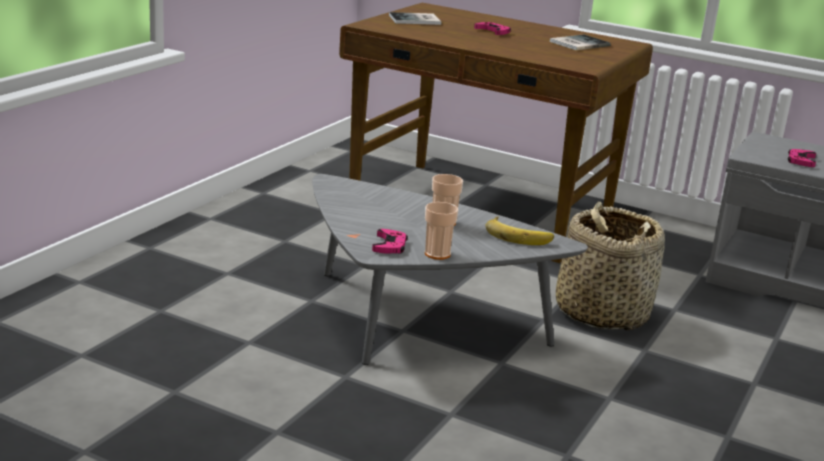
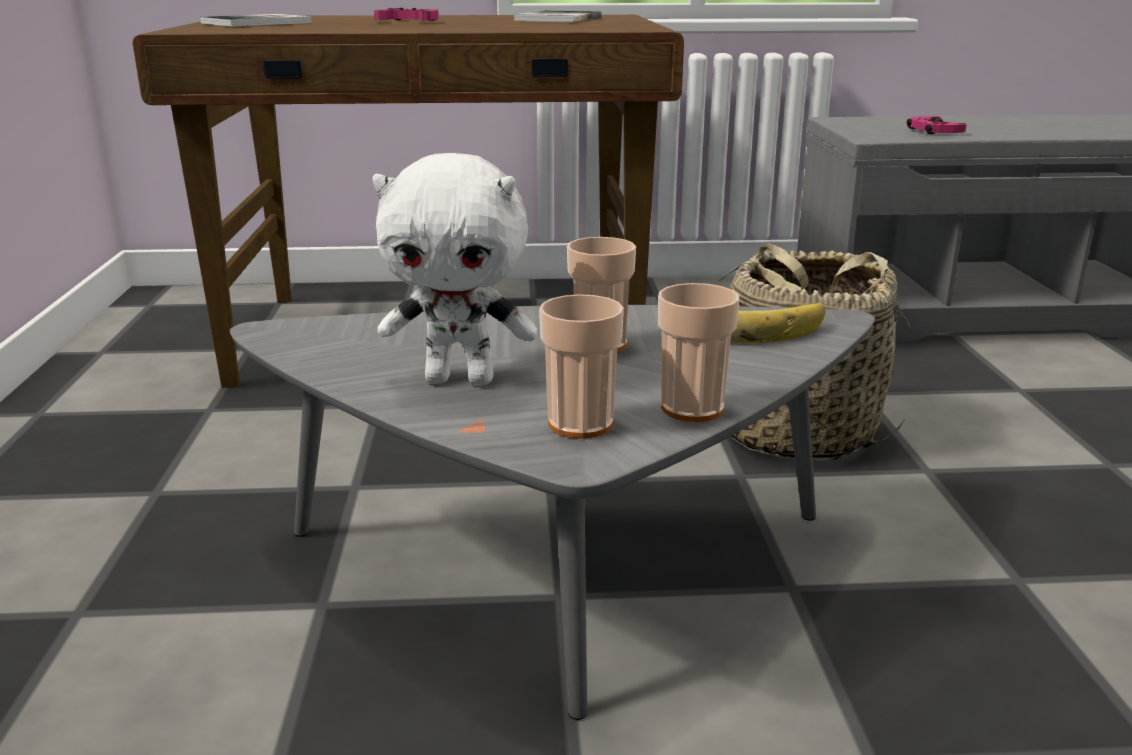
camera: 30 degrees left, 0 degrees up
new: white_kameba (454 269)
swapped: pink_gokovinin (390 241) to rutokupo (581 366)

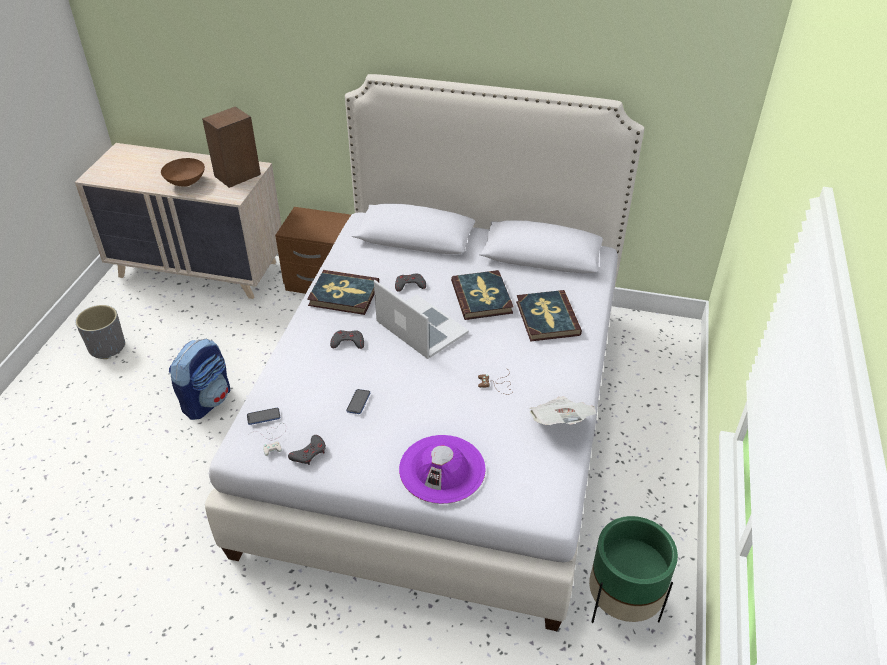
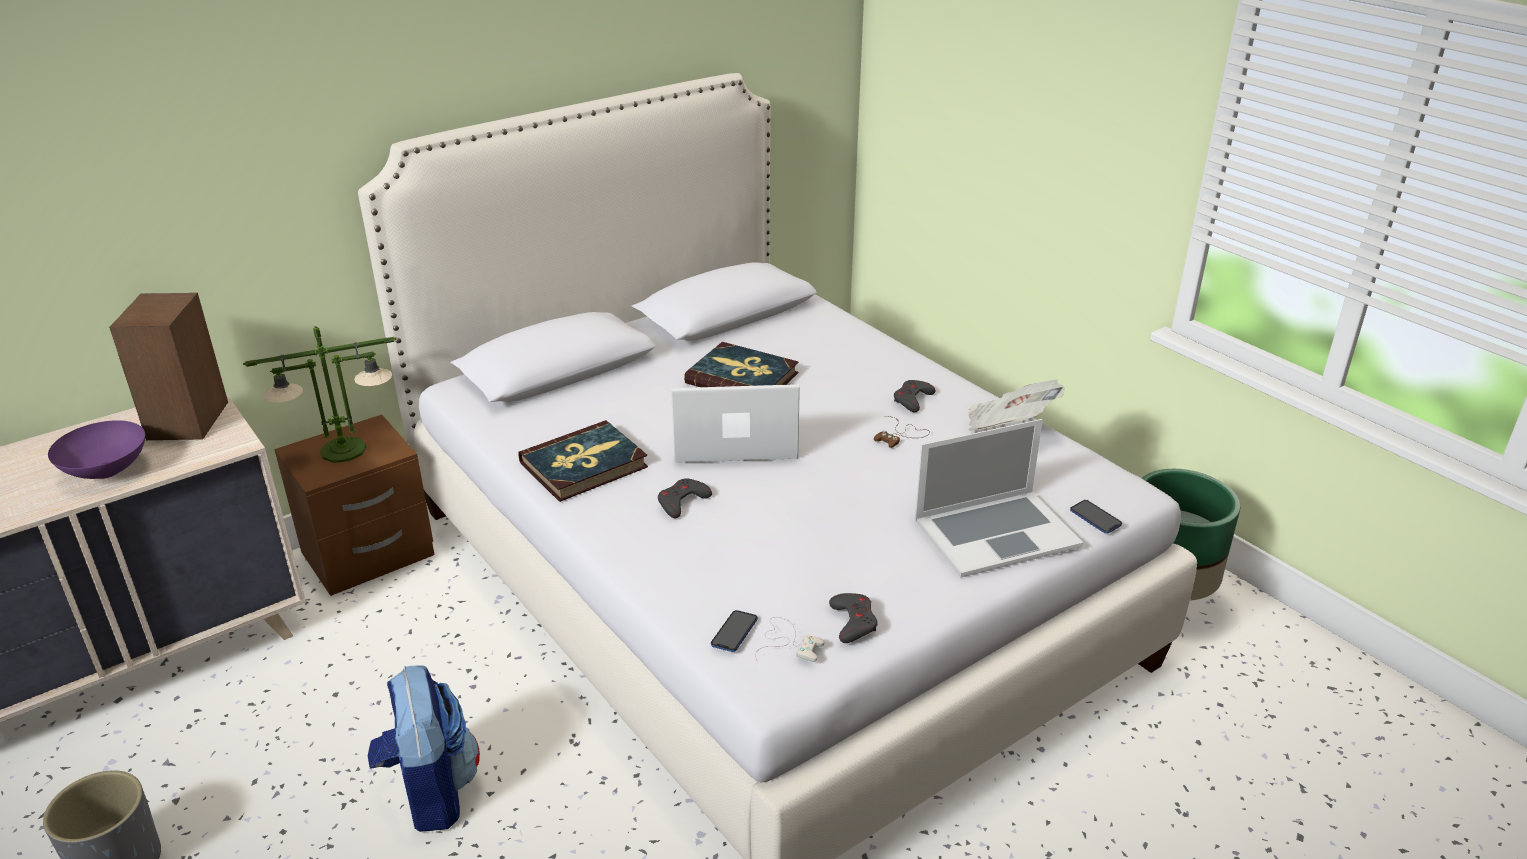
camera: 50 degrees left, 10 degrees down
gone: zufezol (549 316)
new: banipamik (320 394)
shifted: grey_gokovinin (410 282) to (915 396); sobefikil (358 401) to (1096 517)
swapped: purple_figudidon (442 469) to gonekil (999 498)
repainted: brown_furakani (183 172) to purple_furakani (96 449)

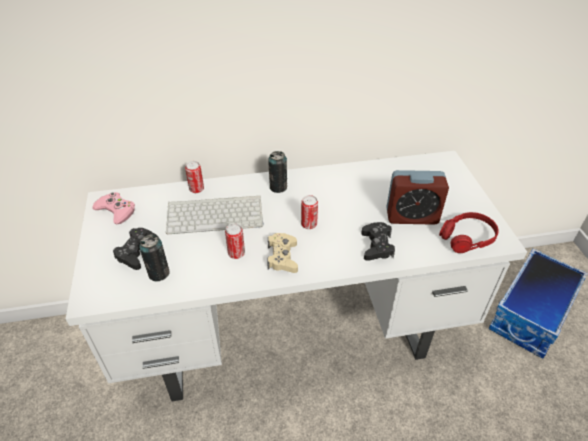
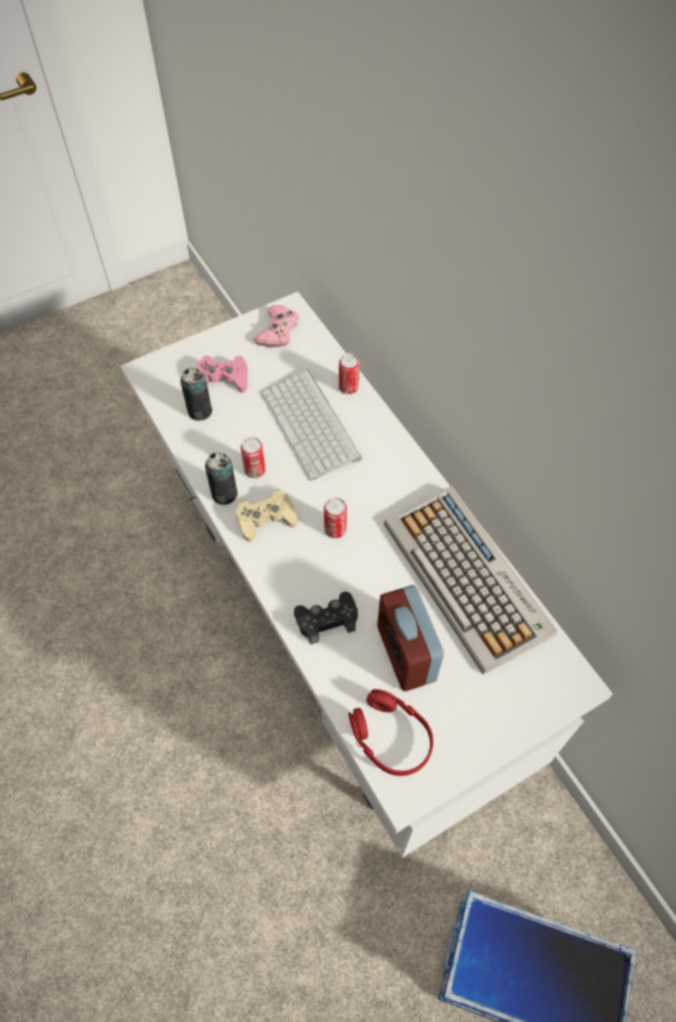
camera: 70 degrees right, 15 degrees up
new: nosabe (471 580)
shifted: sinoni (277 172) to (221 478)
repainted: black_gokovinin (136 249) to pink_gokovinin (222 374)

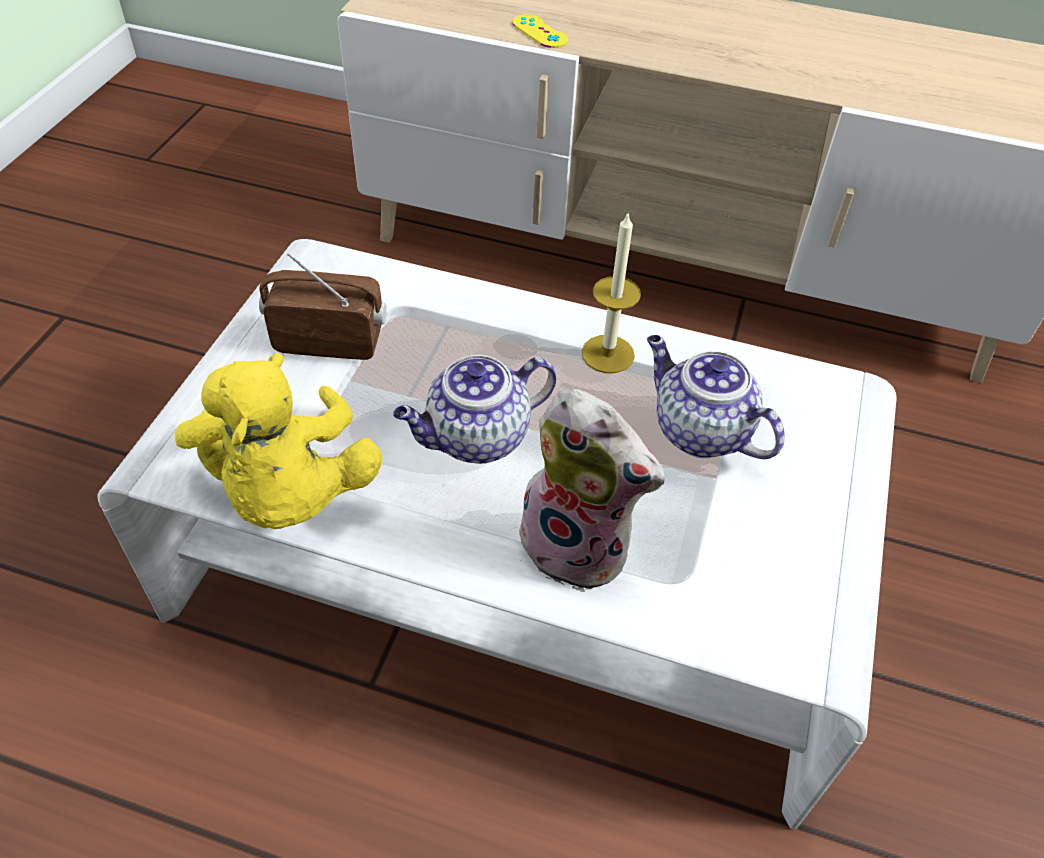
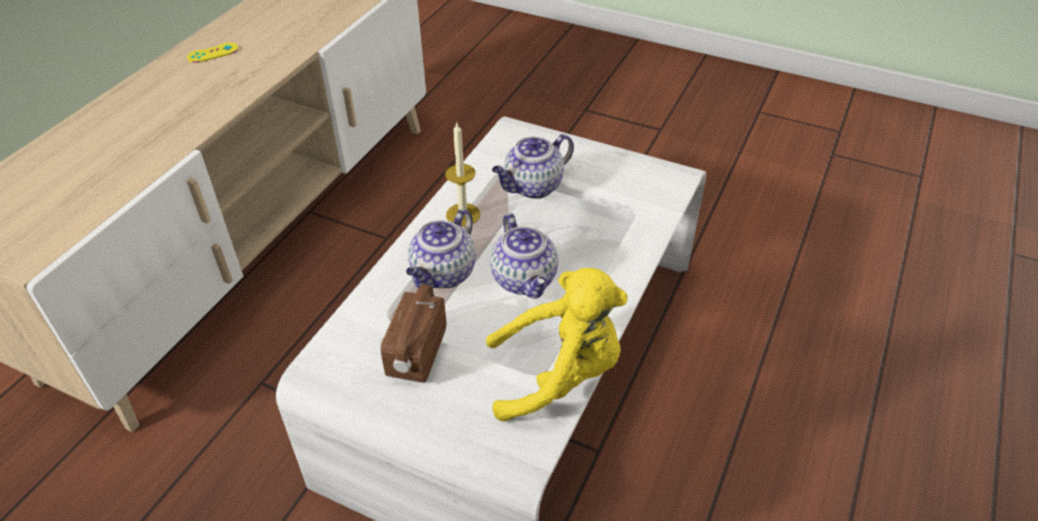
camera: 80 degrees left, 5 degrees down
gone: kameba (585 490)
new: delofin (441 249)
shifted: yellow_gokovinin (540 31) to (212 53)

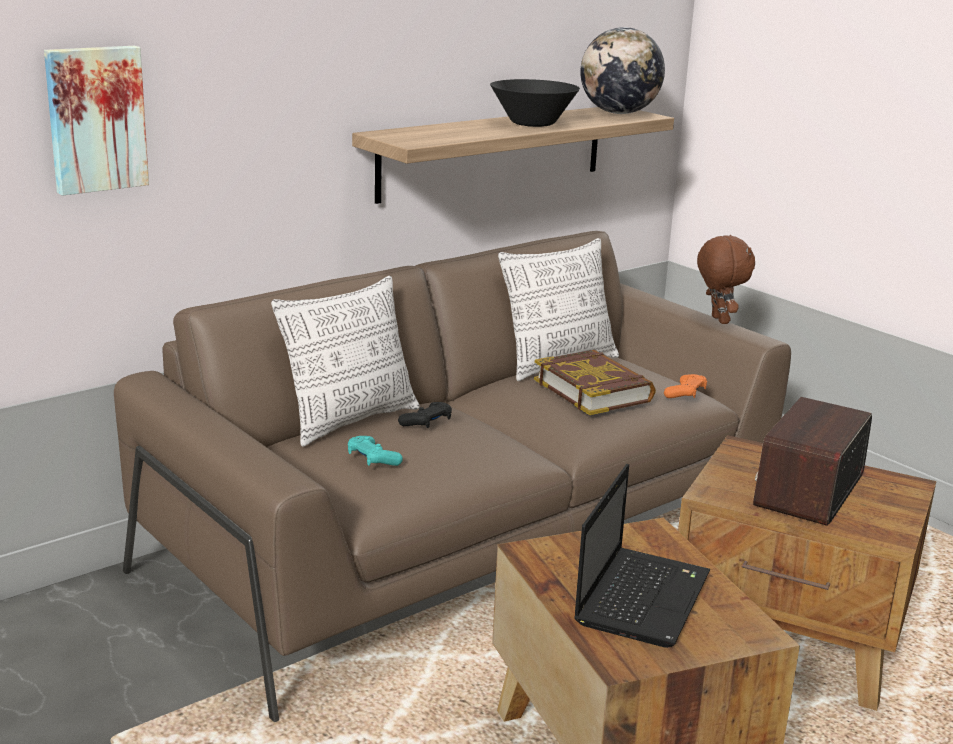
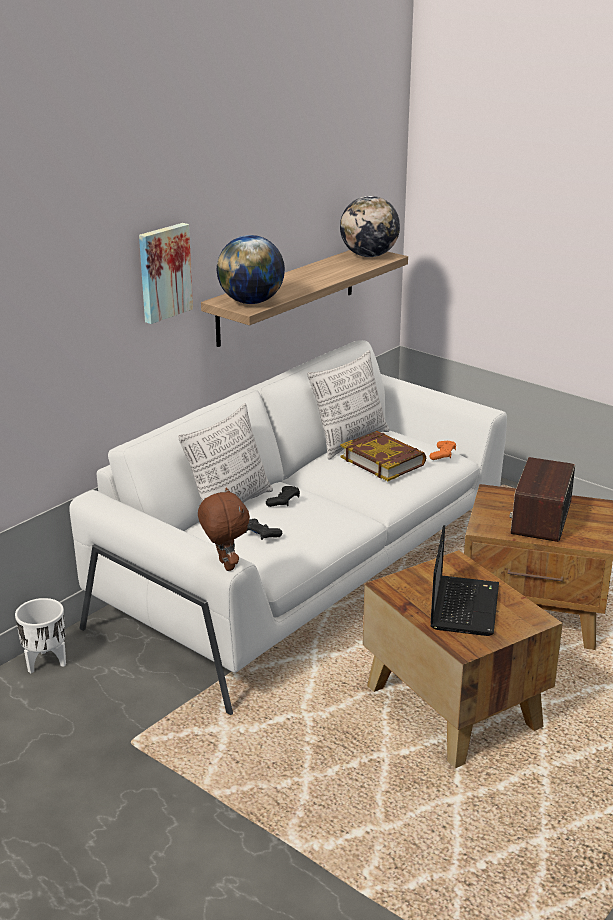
camera: 10 degrees left, 5 degrees up
gone: black_furakani (535 103)
new: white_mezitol (40 635); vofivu (251 269)
shifted: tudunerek (96 121) to (166 273); brown_kameba (726 279) to (224 529)
repainted: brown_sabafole (452 476) to white_sabafole (288 527); turquoise_gokovinin (375 451) to black_gokovinin (263 529)

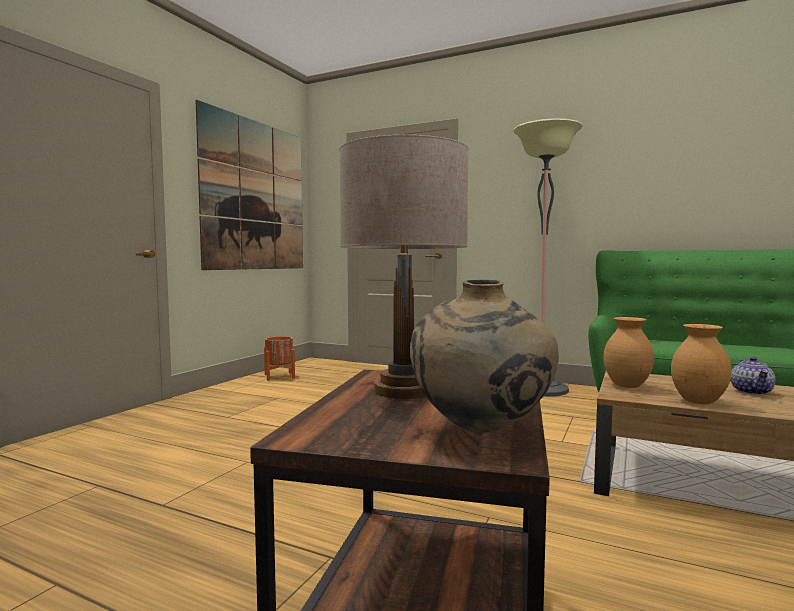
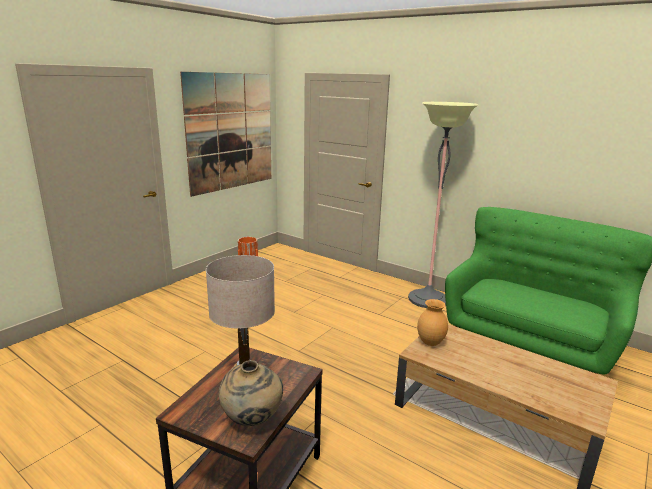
camera: 10 degrees right, 15 degrees up
gone: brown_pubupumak (701 364); delofin (753 376)

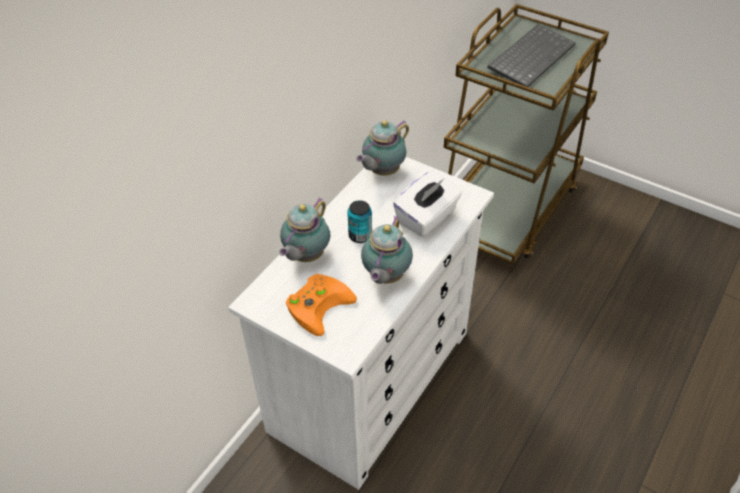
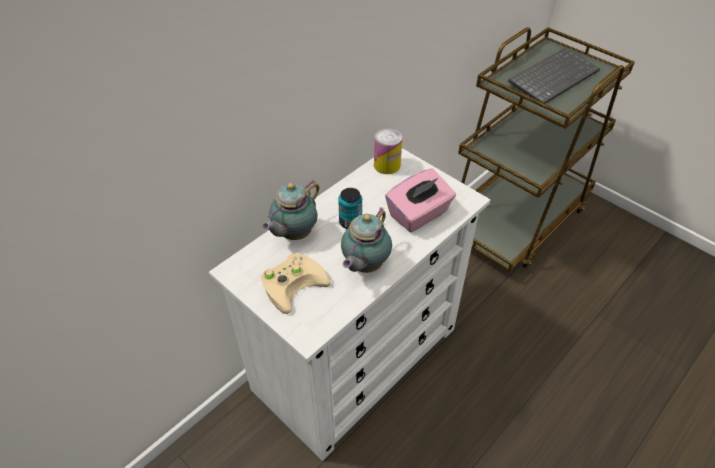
camera: 10 degrees right, 0 degrees up
swapped: delofin (382 148) to sinoni (388 151)
repainted: orange_gokovinin (321 305) to beige_gokovinin (296 283); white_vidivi (427 203) to pink_vidivi (420 200)

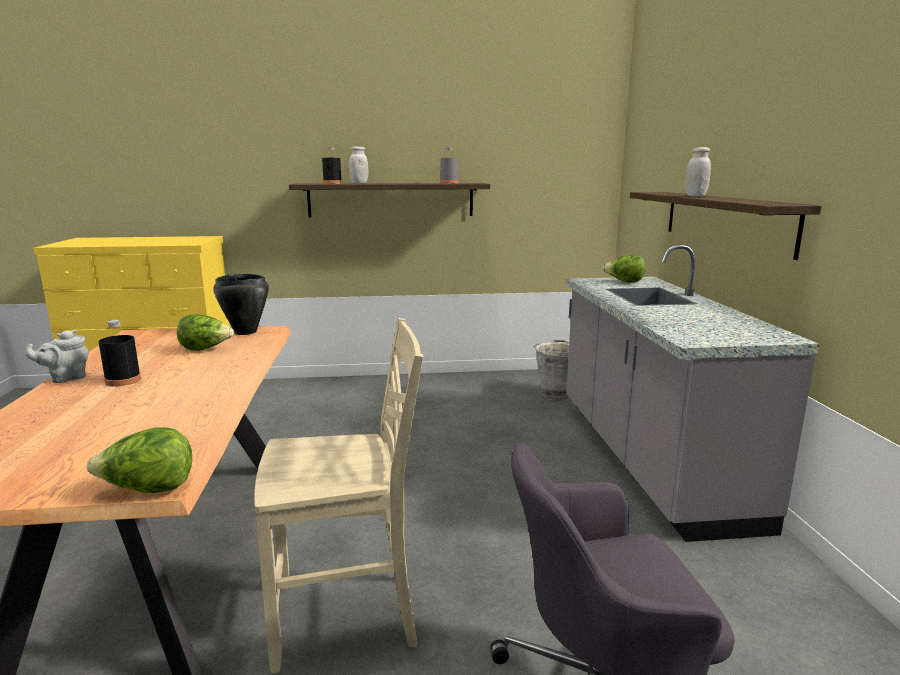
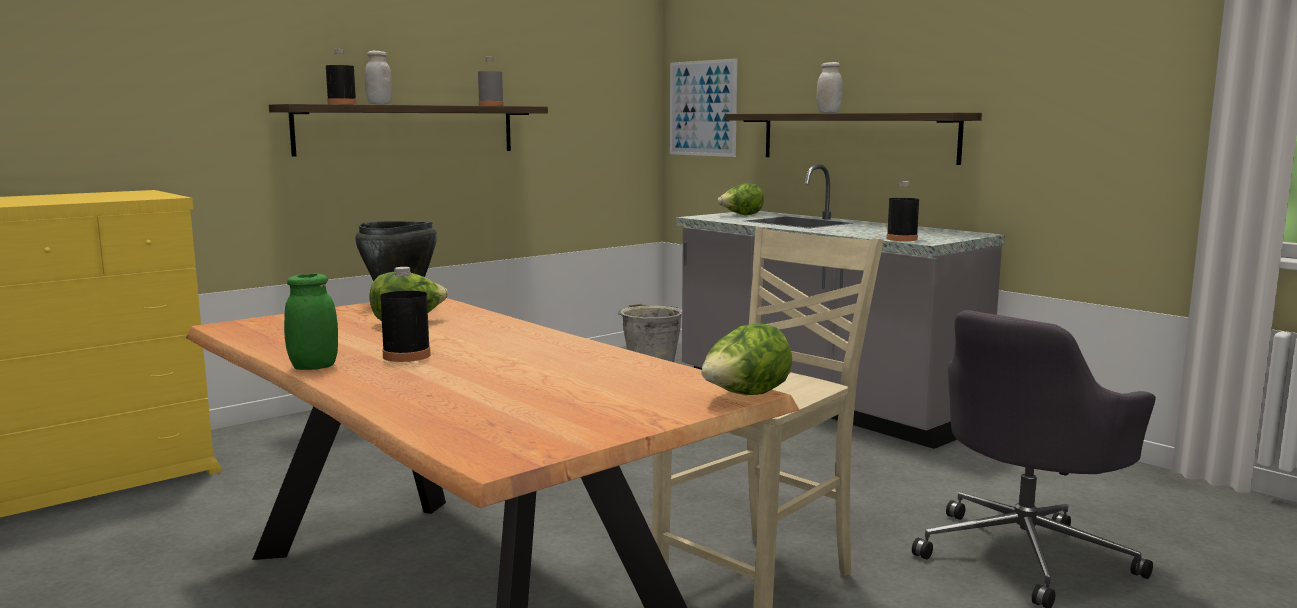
camera: 35 degrees left, 5 degrees down
new: tudunerek (703 107); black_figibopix (903 211)
swapped: grey_delofin (57 356) to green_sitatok (311 322)

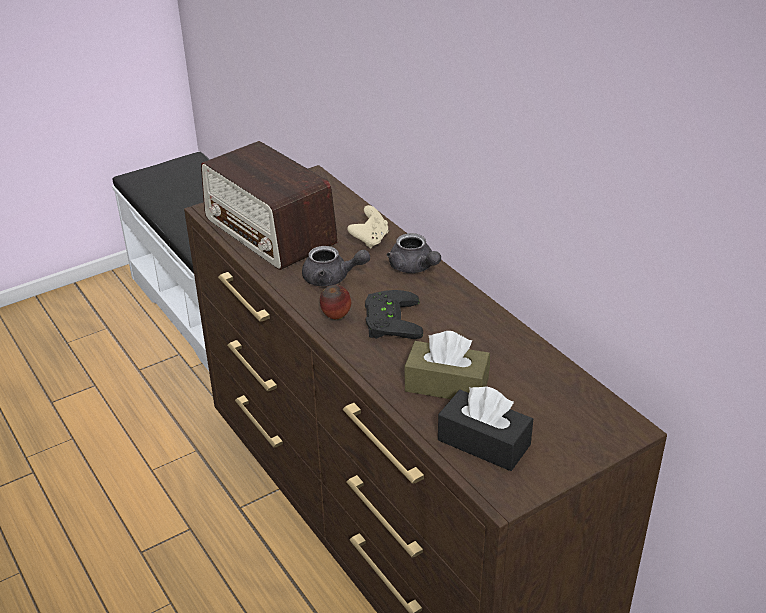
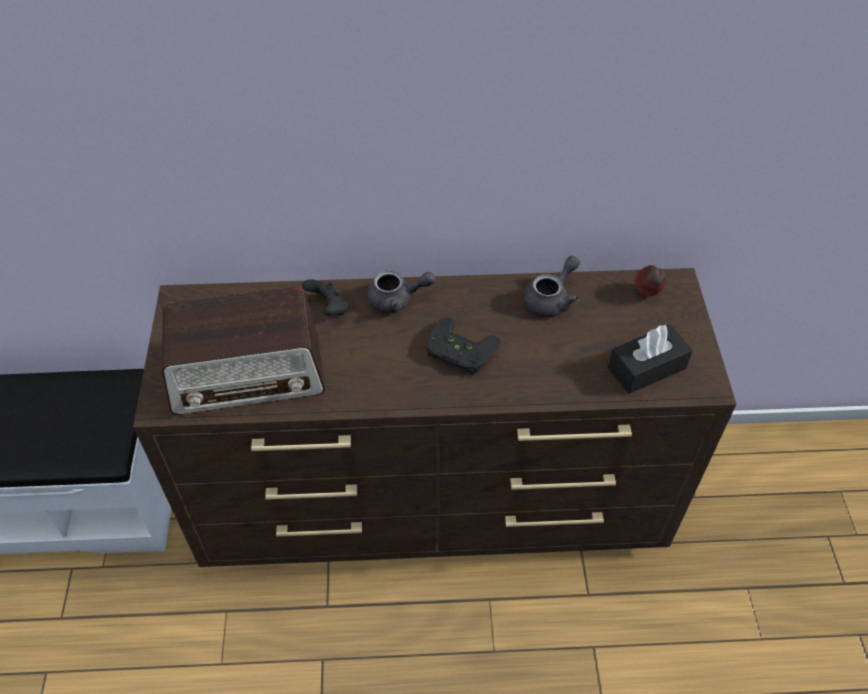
camera: 60 degrees left, 15 degrees up
gone: brown_vidivi (447 365)
shifted: grey_delofin (336 266) to (551 286); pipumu (335 302) to (650 280)
repainted: beige_gokovinin (368 227) to black_gokovinin (325 297)

